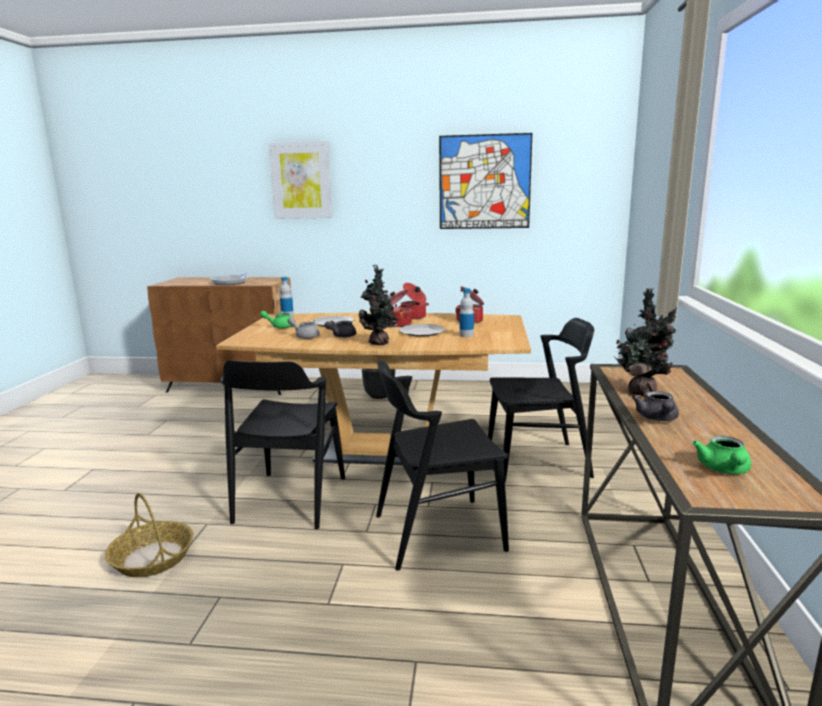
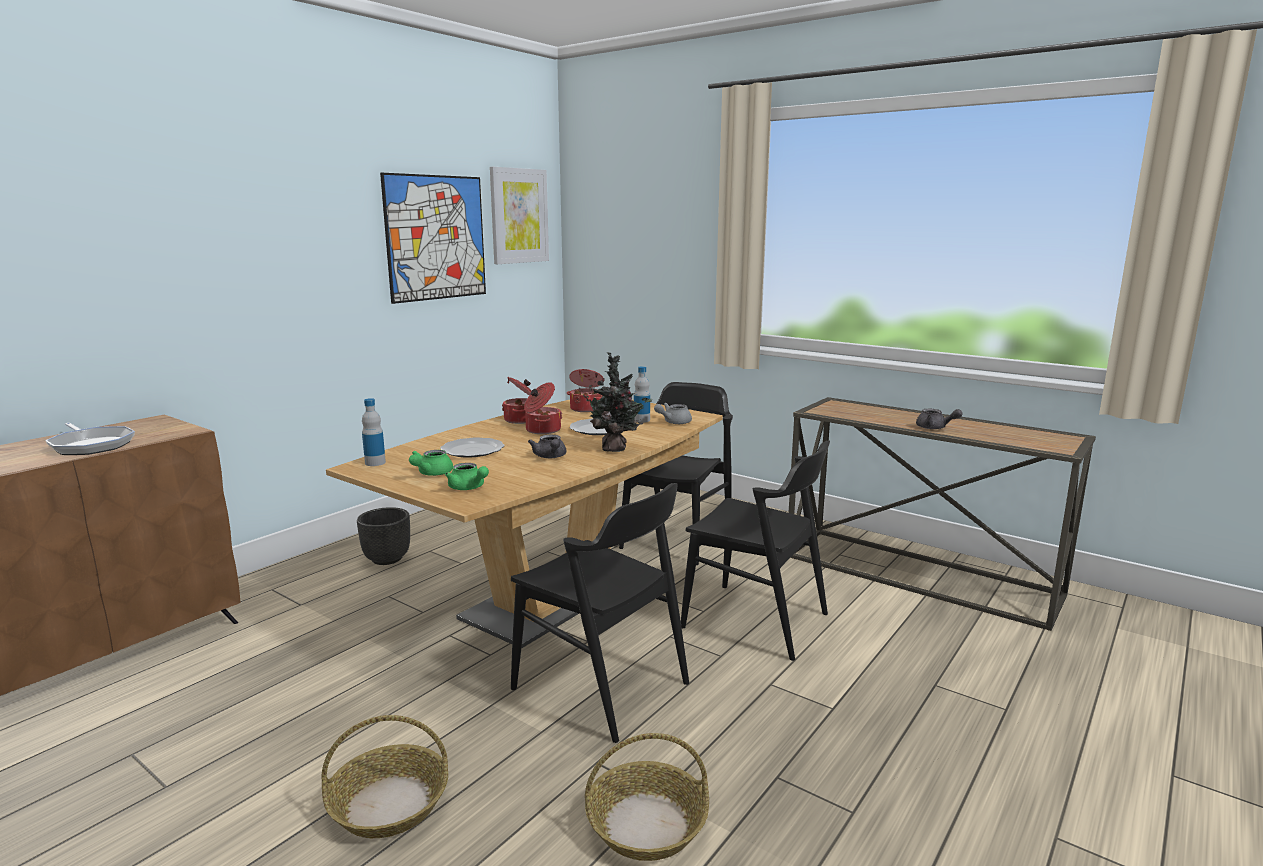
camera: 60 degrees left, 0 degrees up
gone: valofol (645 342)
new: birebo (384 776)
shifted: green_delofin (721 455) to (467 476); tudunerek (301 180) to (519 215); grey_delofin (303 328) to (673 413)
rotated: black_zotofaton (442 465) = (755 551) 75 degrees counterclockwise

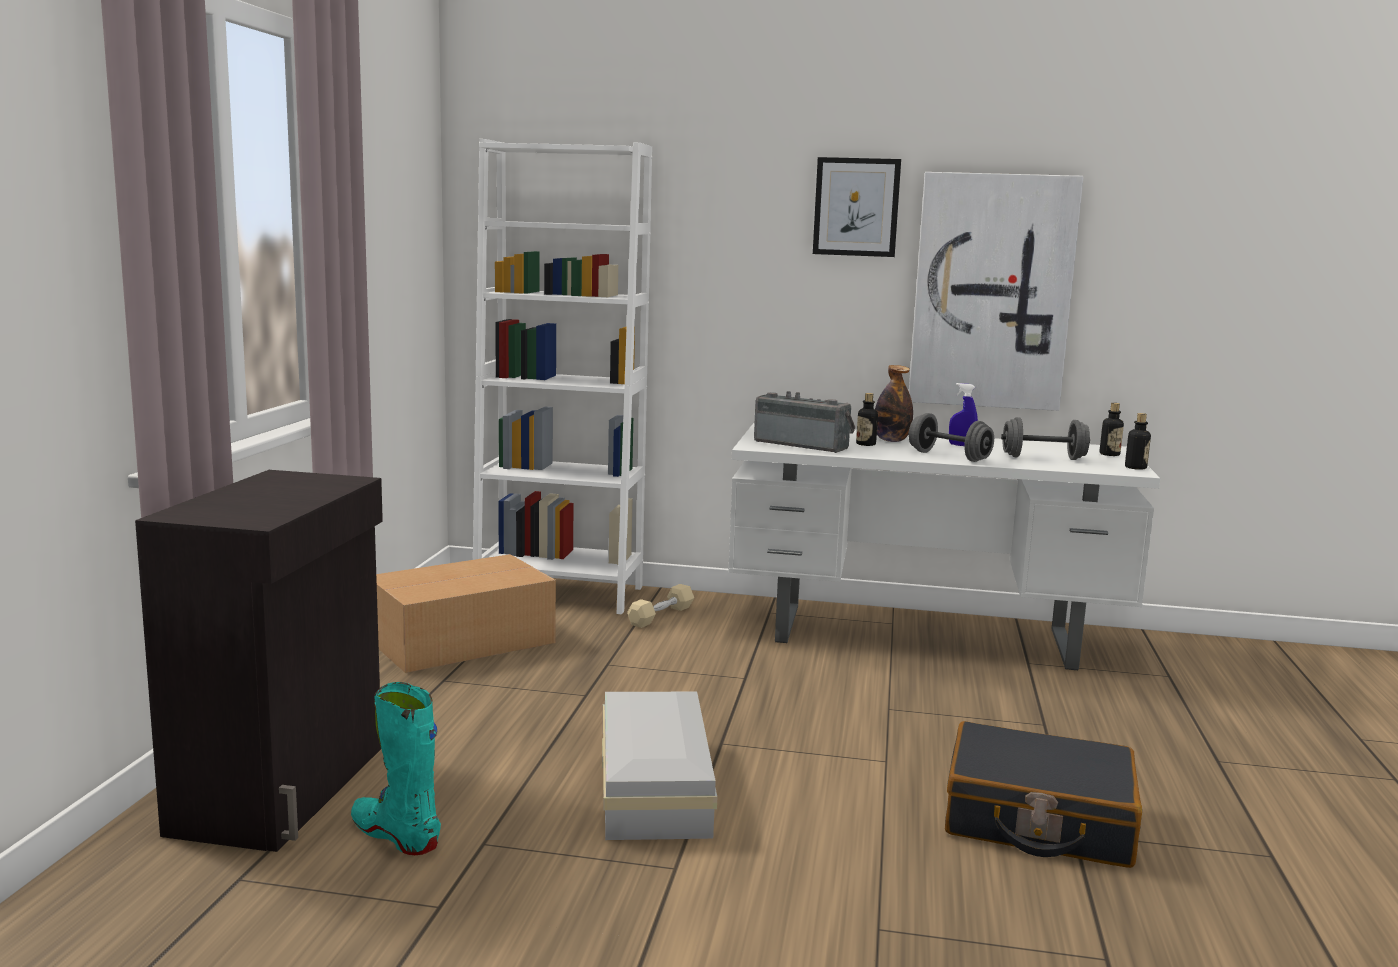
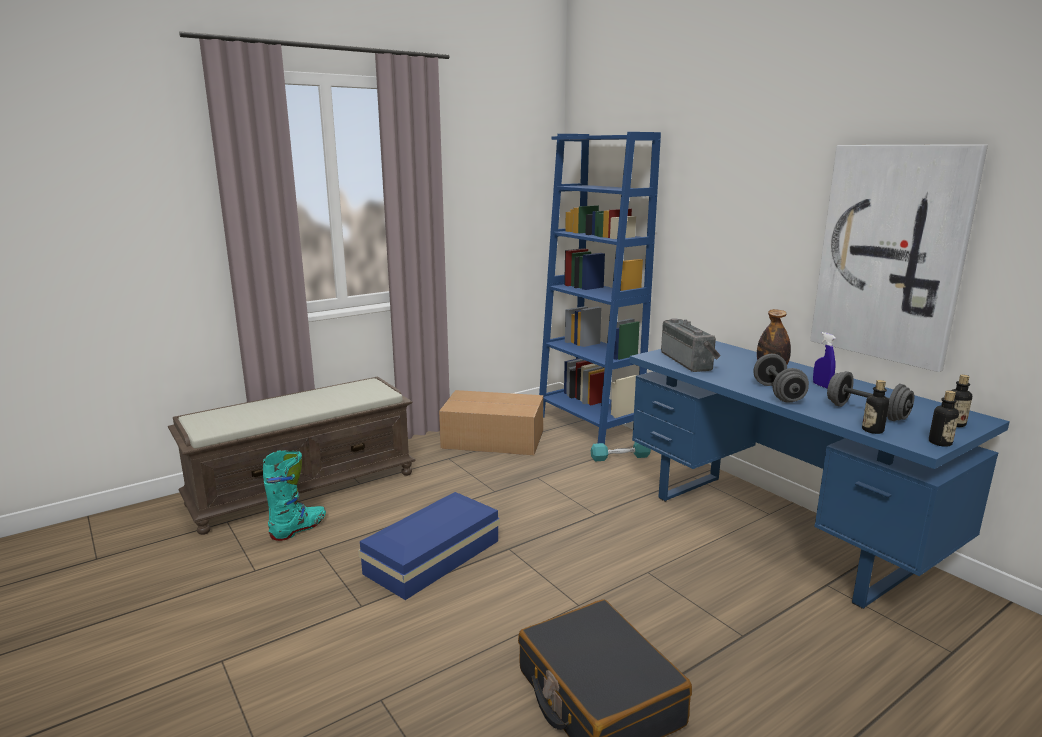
camera: 45 degrees right, 5 degrees up
gone: tudunerek (857 207)
shifted: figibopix (867 419) to (875 407)
swapped: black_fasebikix (259 661) to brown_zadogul (292 455)
repainted: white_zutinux (659 766) to blue_zutinux (429 546); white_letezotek (562 376) to blue_letezotek (600 288); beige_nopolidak (660 606) to turquoise_nopolidak (621 452); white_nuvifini (944 546) to blue_nuvifini (820 475)
rotated: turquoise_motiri (396 768) = (294 495) 45 degrees clockwise

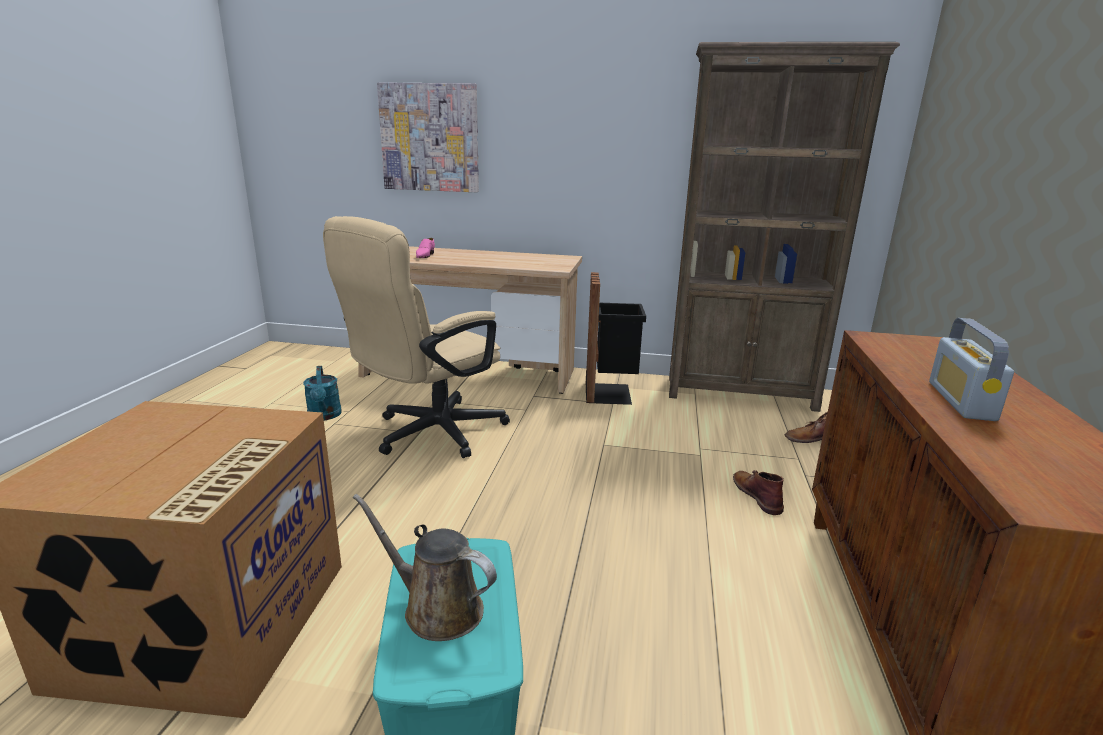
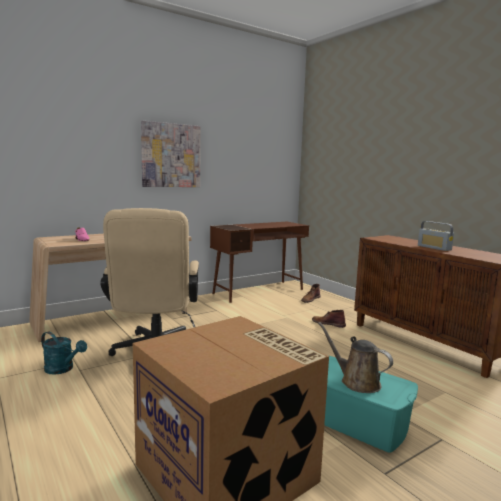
camera: 45 degrees left, 10 degrees down
gone: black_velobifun (616 338)
shifted: tudunerek (428 137) to (171 154)
swapped: brown_letezotek (784 227) to brown_nuvifini (259 262)
rotated: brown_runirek (425 567) = (355 357) 60 degrees clockwise

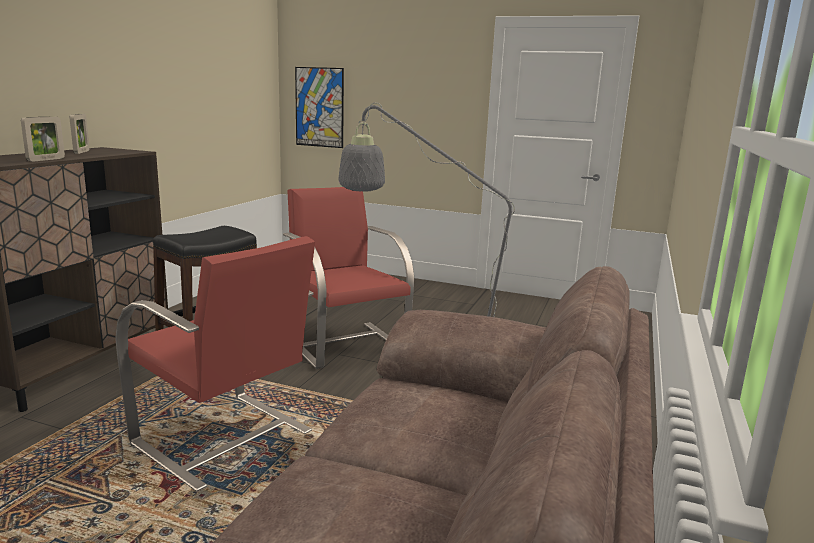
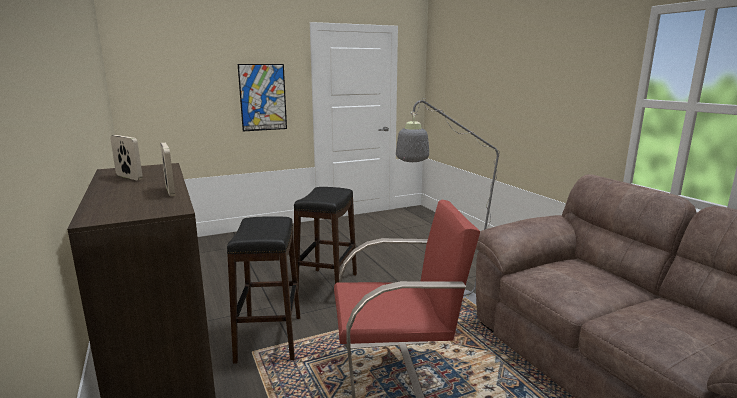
camera: 45 degrees left, 0 degrees up
shifted: tudunerek (319 107) to (262 97)
swapped: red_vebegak (348 278) to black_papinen (325 240)

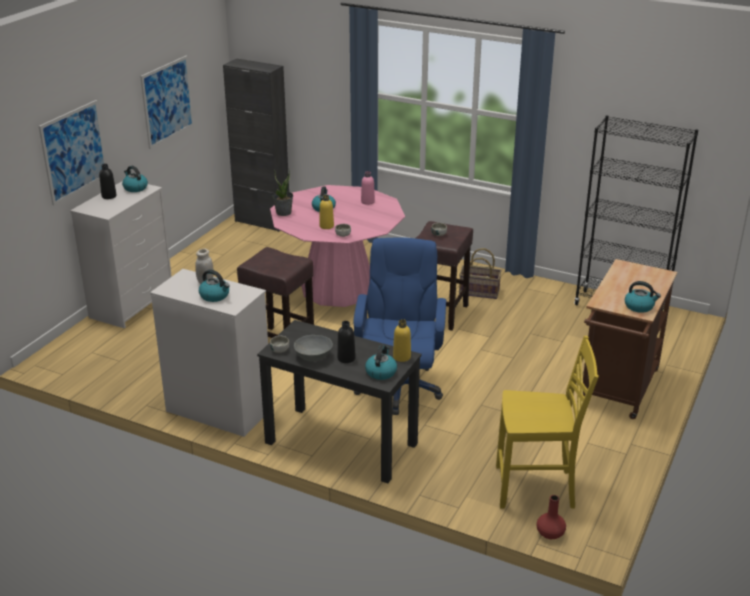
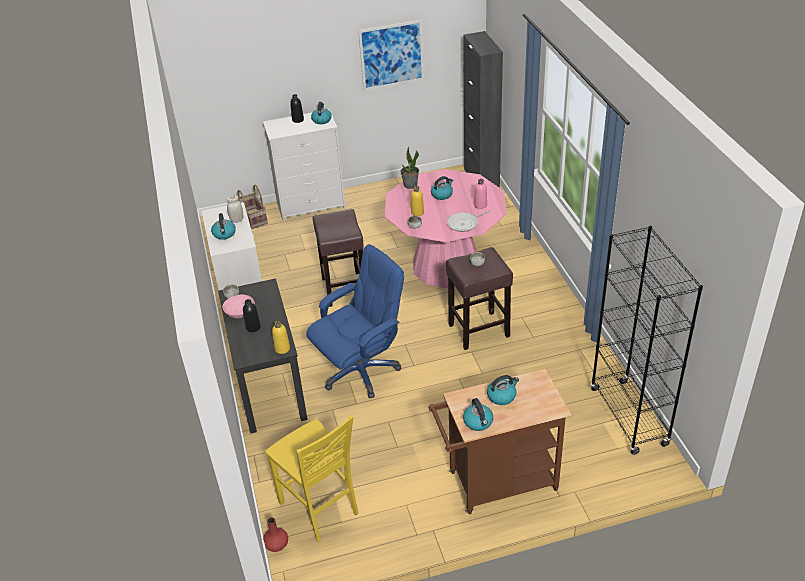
camera: 50 degrees right, 10 degrees up
gone: tudunerek (72 152)
new: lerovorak (468 221)
shifted: birebo (480 273) to (253 207); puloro (381 362) to (503 390)
repainted: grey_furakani (313 348) to pink_furakani (238 307)

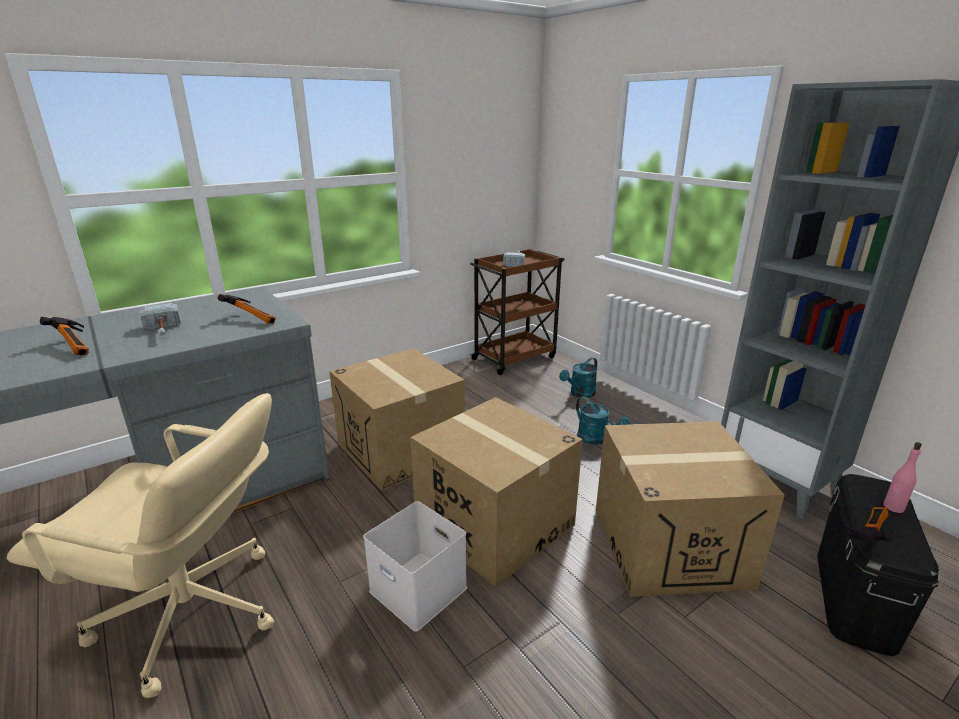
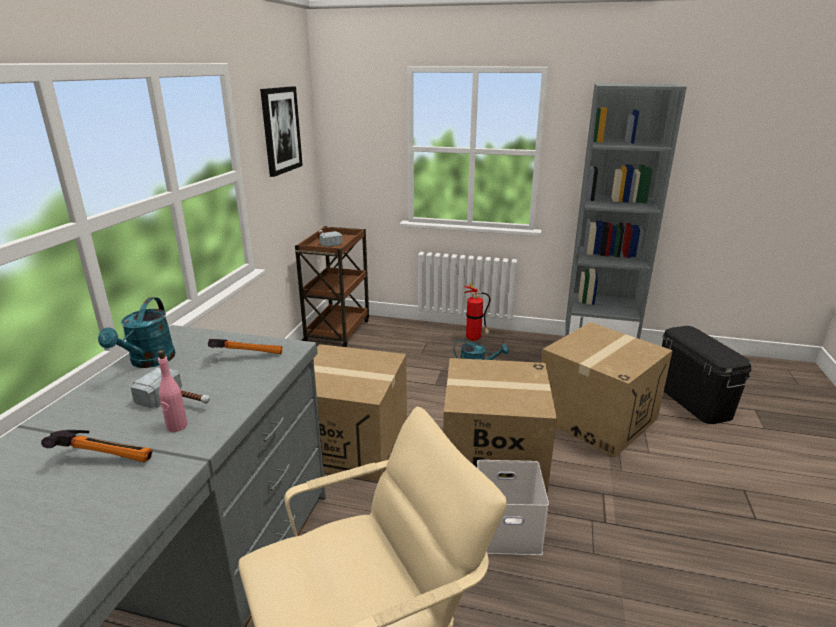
camera: 40 degrees left, 0 degrees up
gone: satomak (868 524)
new: tudunerek (281 131); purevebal (477 312)
shifted: turquoise_runirek (578 377) to (137 332); pink_figibopix (903 477) to (173 391)

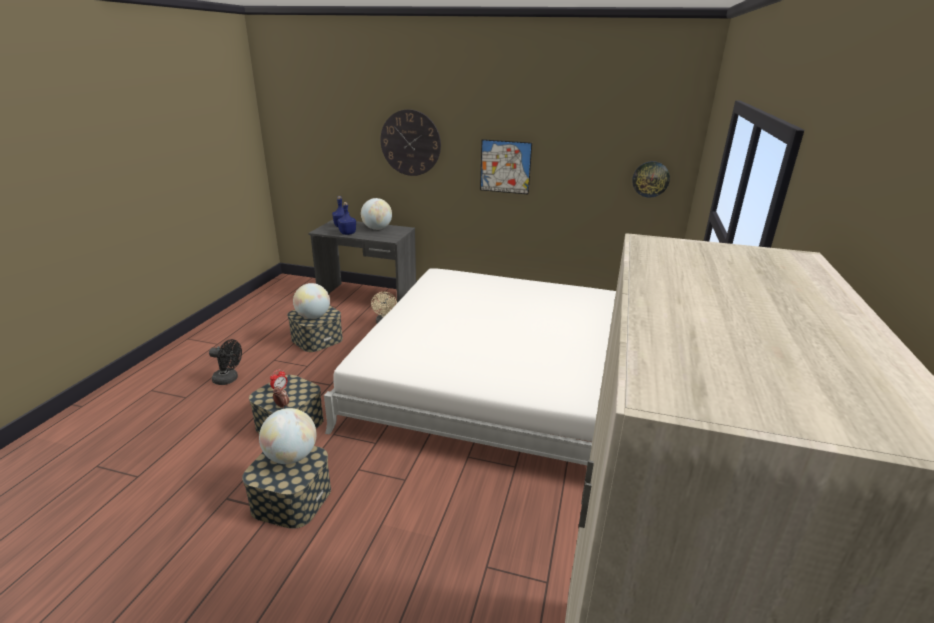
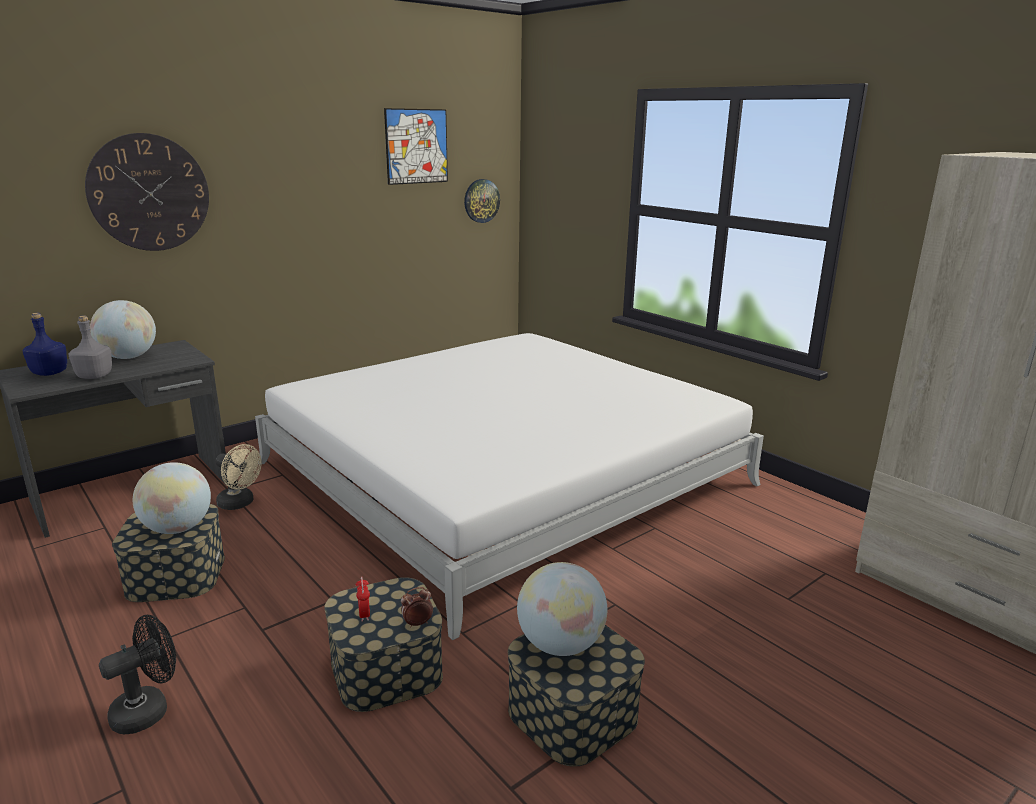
camera: 55 degrees left, 5 degrees down
shifted: tudunerek (506 166) to (416 146)
repainted: blue_figibopix (346 218) to grey_figibopix (90 347)

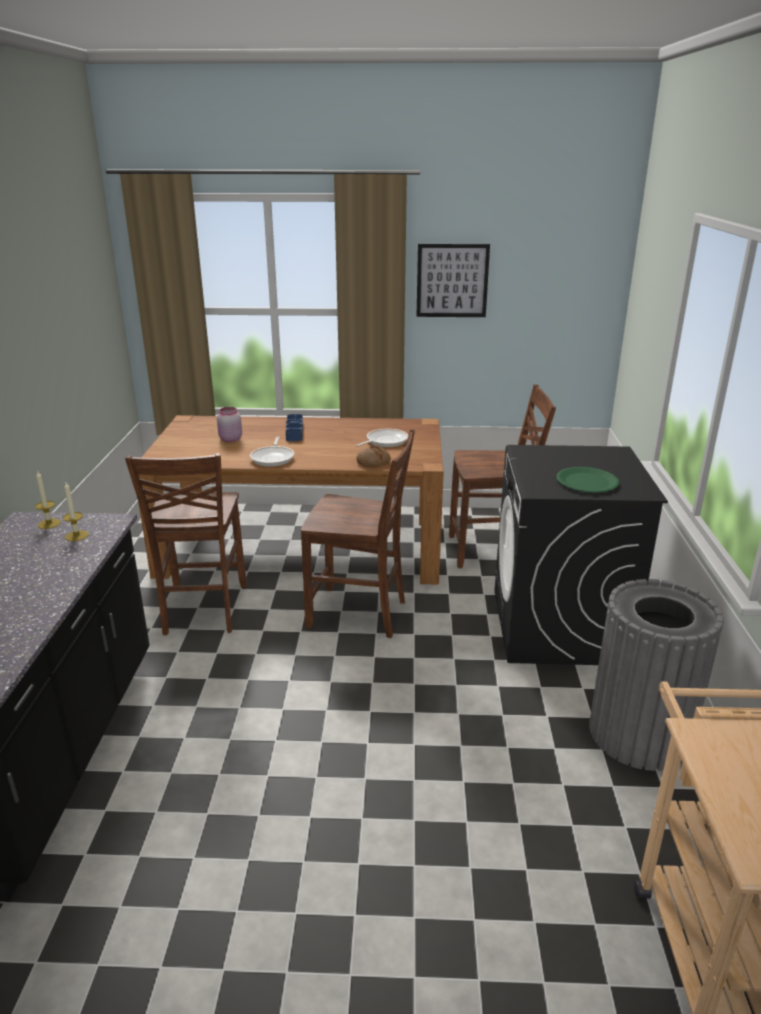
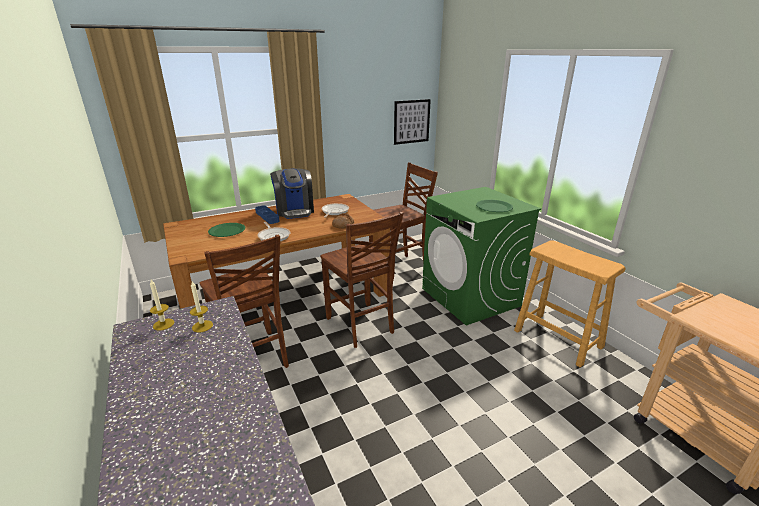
camera: 30 degrees left, 0 degrees up
new: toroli (292 193)
shifted: tudunerek (453 280) to (412 122)
swapped: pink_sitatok (229 424) to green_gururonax (226 230); grey_velobifun (656 675) to beige_papinen (570 303)
repainted: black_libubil (581 555) to green_libubil (481 256)
rotated: brown_zotofaton (358 533) = (361 280) 75 degrees clockwise

